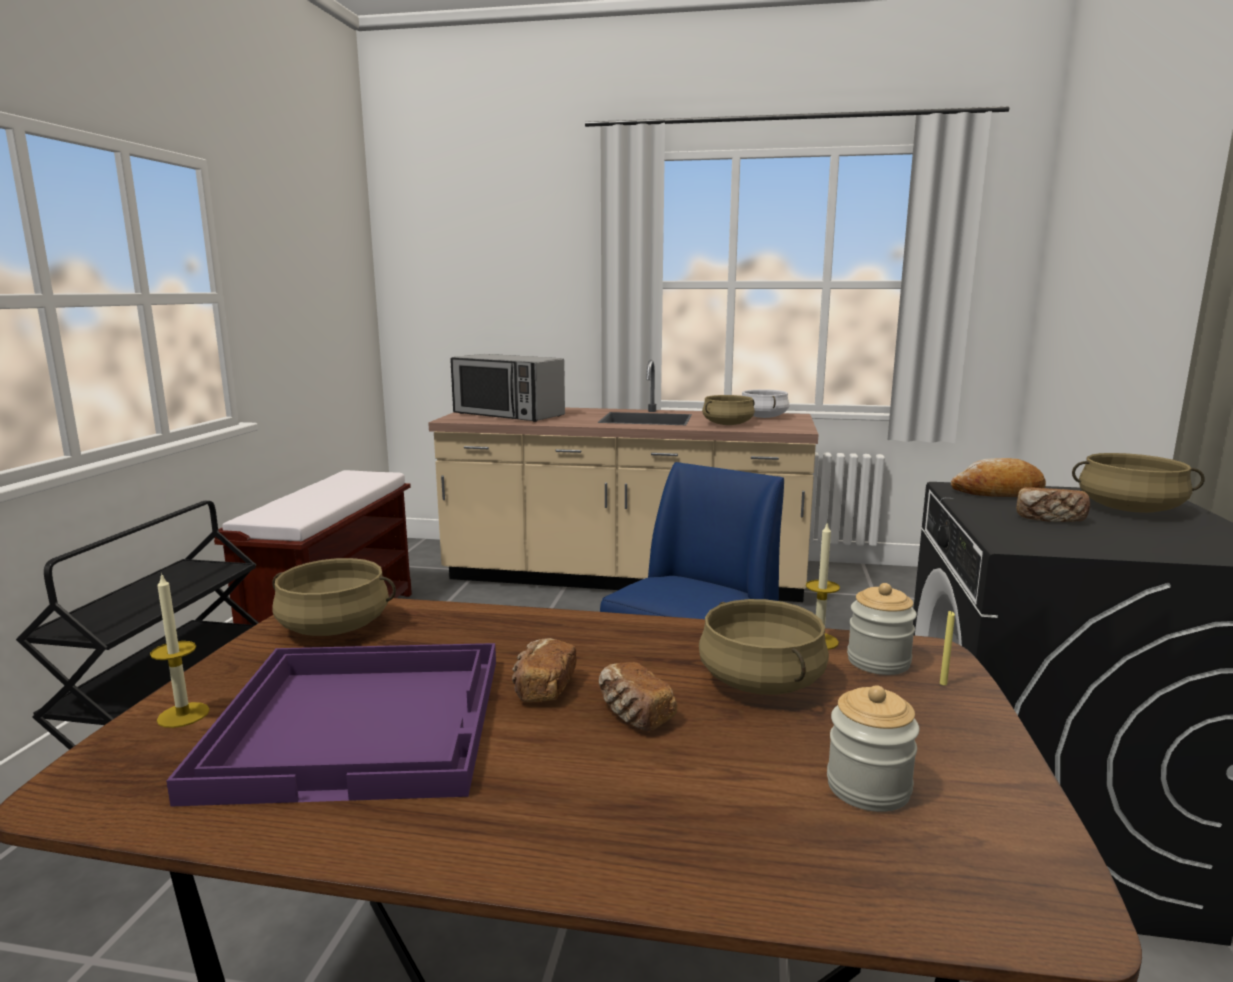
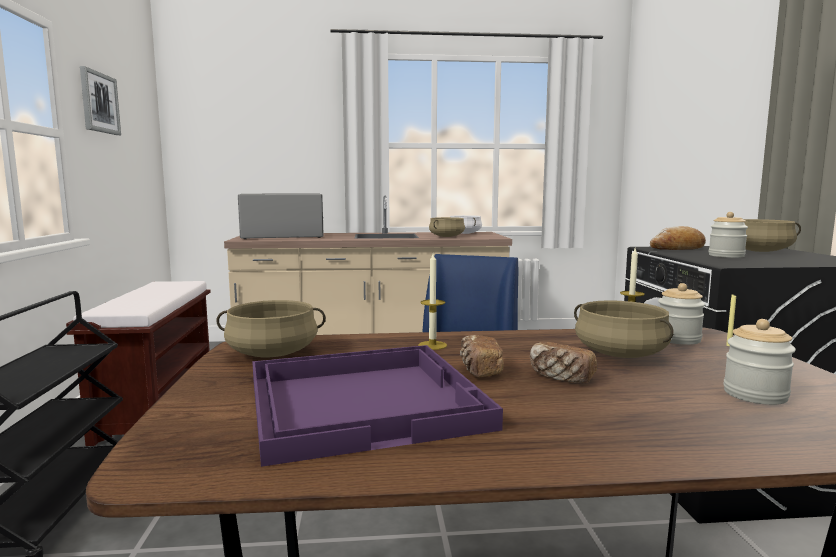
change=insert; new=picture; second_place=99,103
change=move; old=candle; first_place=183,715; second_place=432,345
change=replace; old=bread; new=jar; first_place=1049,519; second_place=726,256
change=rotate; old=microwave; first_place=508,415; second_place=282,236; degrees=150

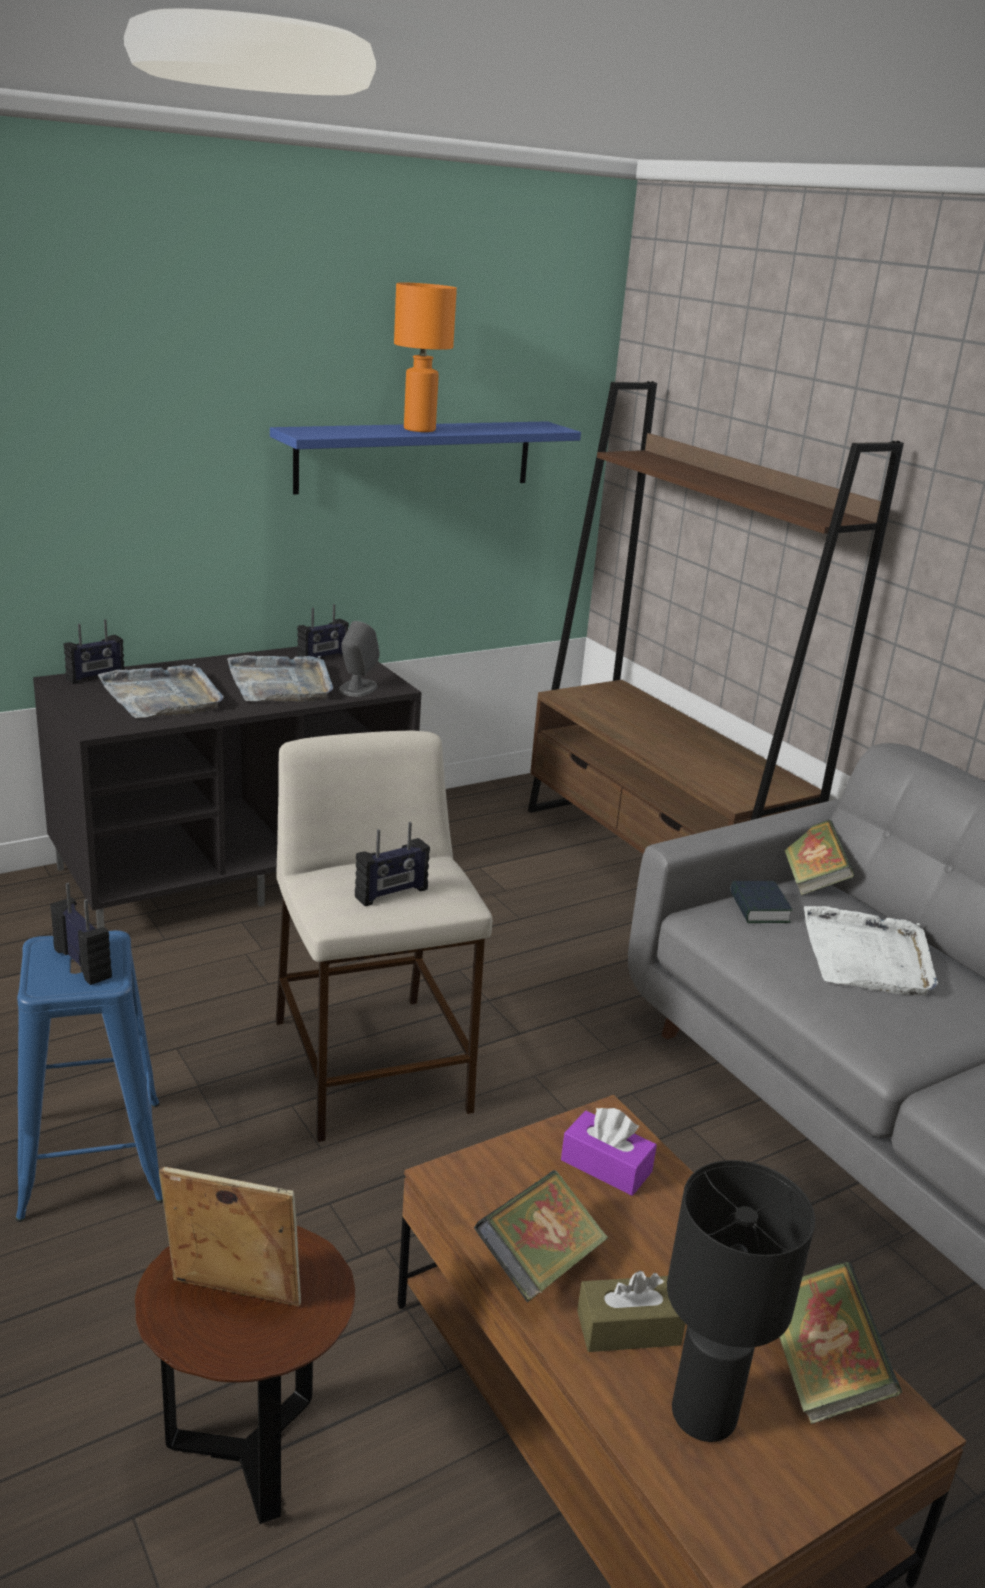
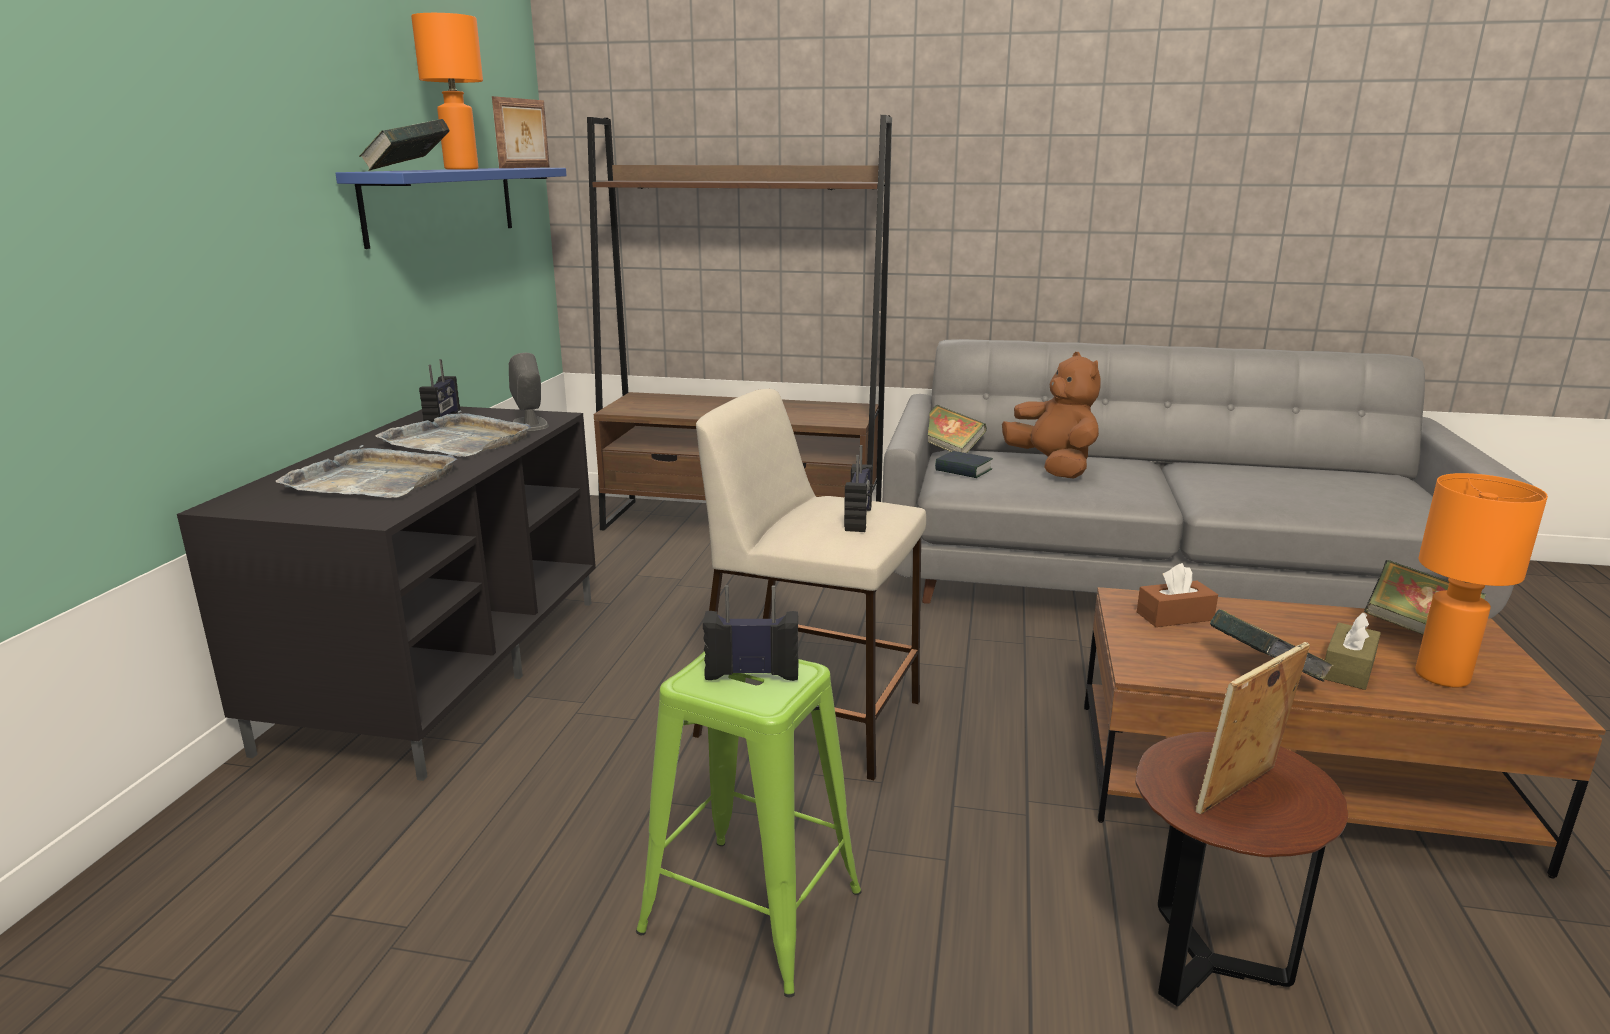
change=delete; old=radio; first_place=96,677
change=insert; new=book; second_place=408,170
change=insert; new=picture frame; second_place=526,167
change=replace; old=tray (white); new=plush toy (brown); first_place=868,956; second_place=1053,467
change=recolor; old=stool (blue); new=stool (green); first_place=91,1159; second_place=753,912
change=recolor; old=tissue box (purple); new=tissue box (brown); first_place=606,1166; second_place=1174,616
change=recolor; old=table lamp (black); new=table lamp (orange); first_place=705,1415; second_place=1442,676

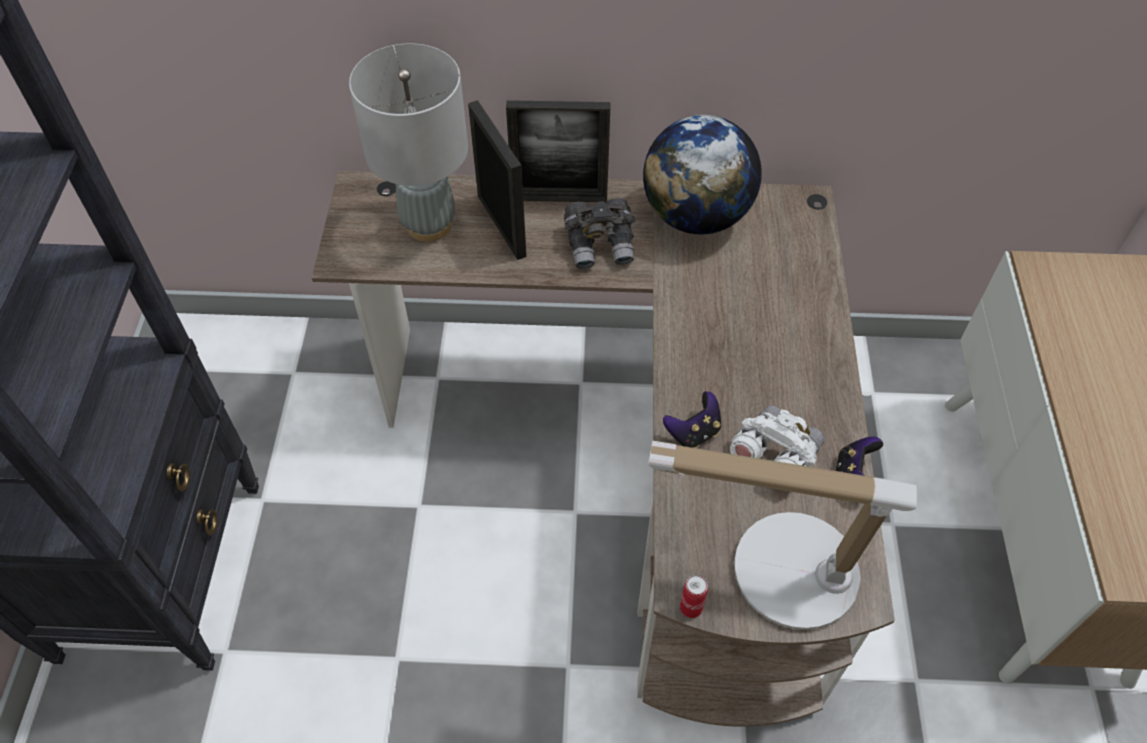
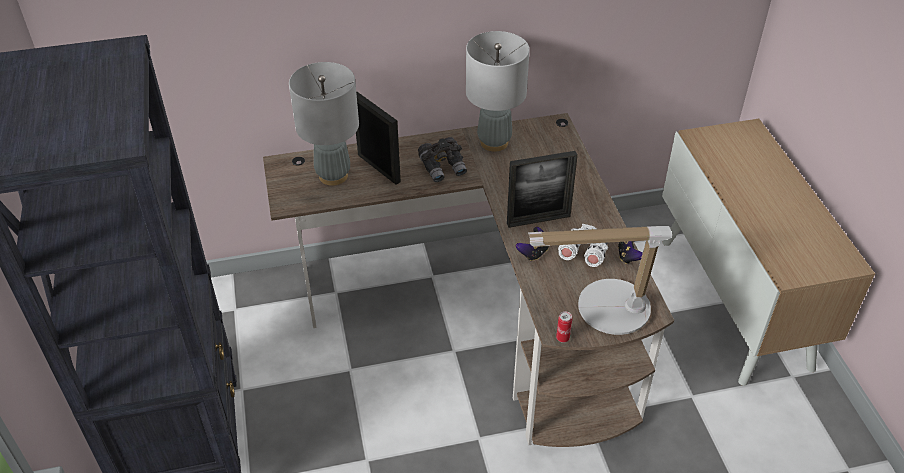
change=move; old=picture frame; first_place=559,198; second_place=538,220
change=replace; old=globe; new=table lamp (grey); first_place=696,216; second_place=494,142

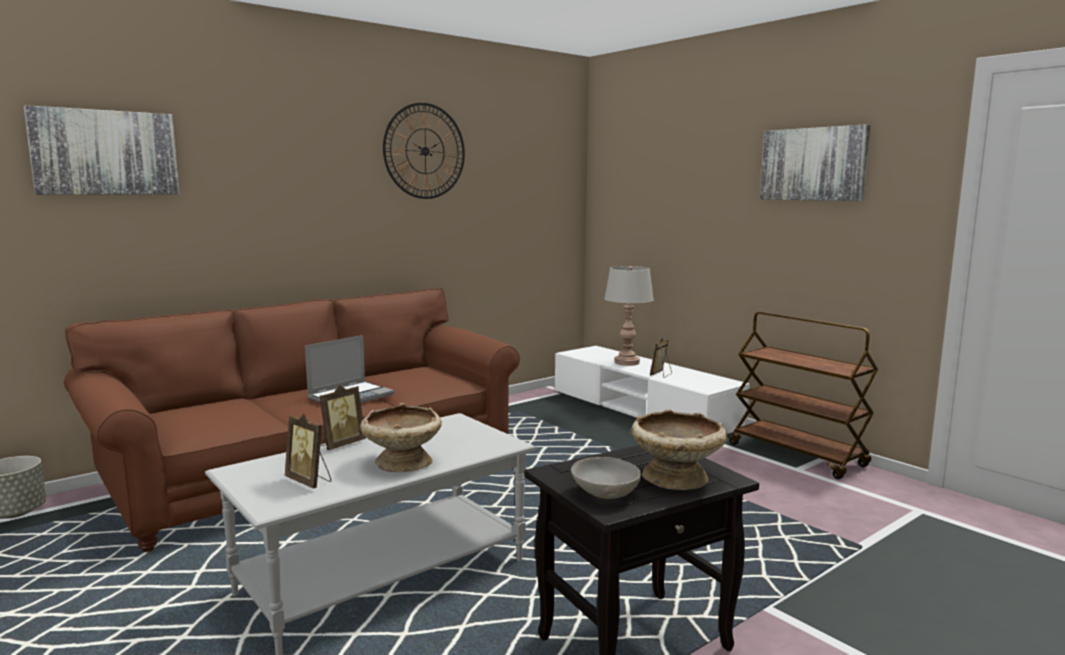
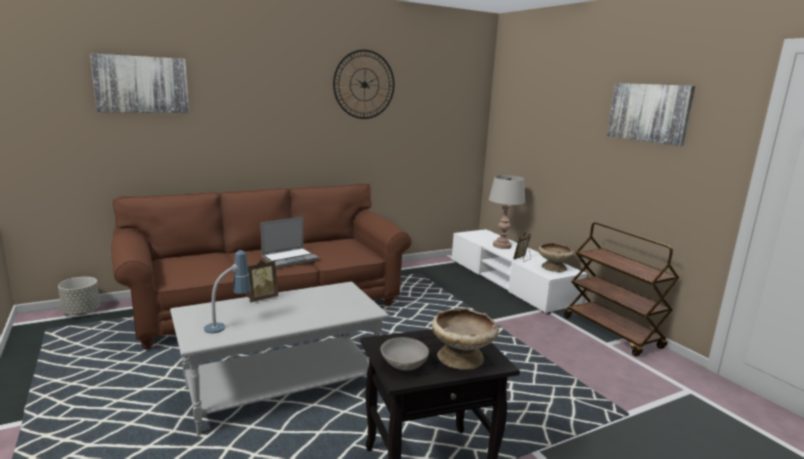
change=move; old=bowl (beige); first_place=402,462; second_place=553,267
change=replace; old=picture frame; new=table lamp; first_place=309,481; second_place=228,325

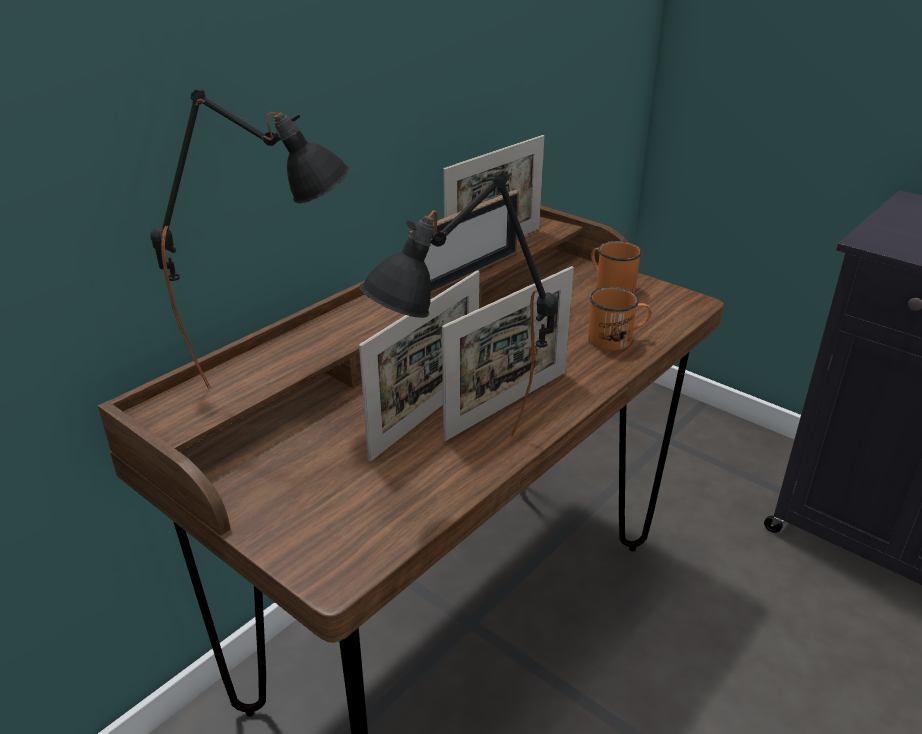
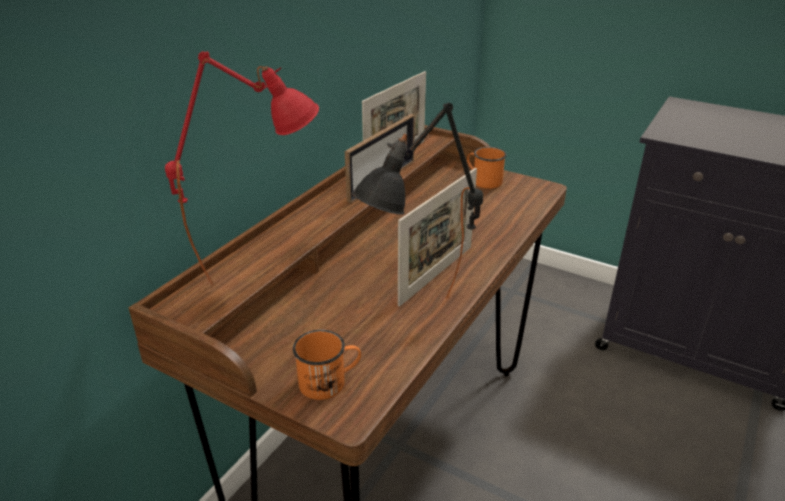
change=delete; old=picture frame; first_place=426,416
change=move; old=mug (orange); first_place=617,339; second_place=329,382
change=recolor; old=table lamp (black); new=table lamp (red); first_place=274,371; second_place=259,266

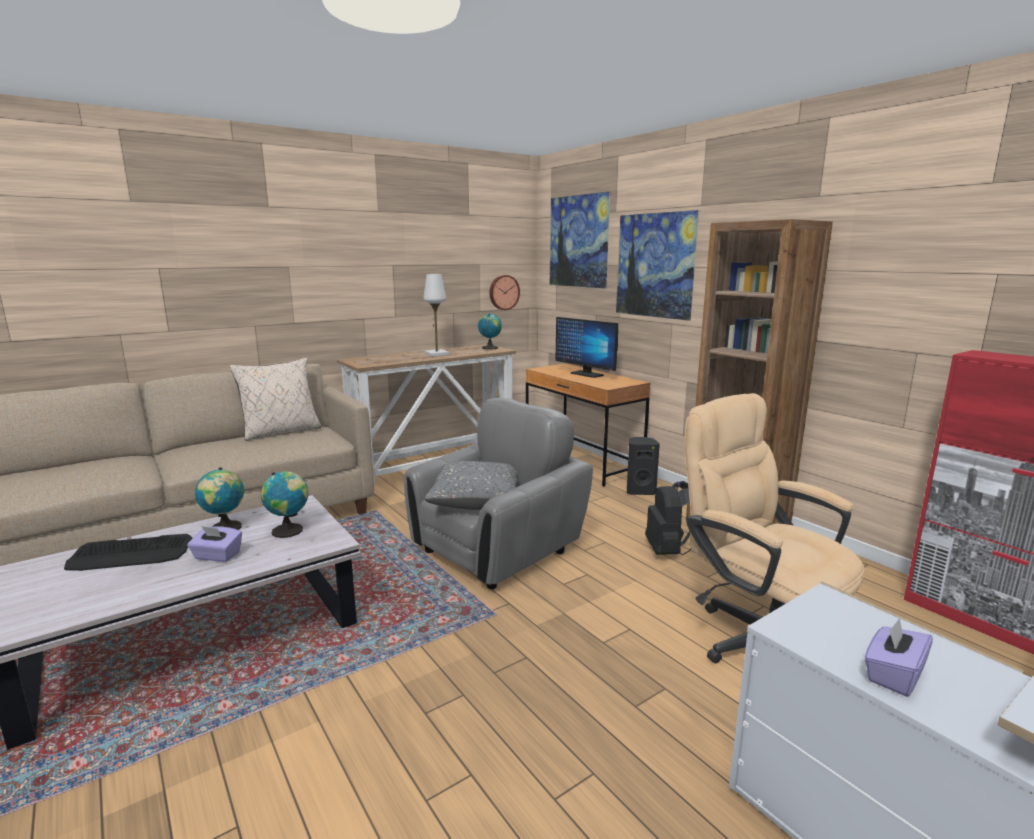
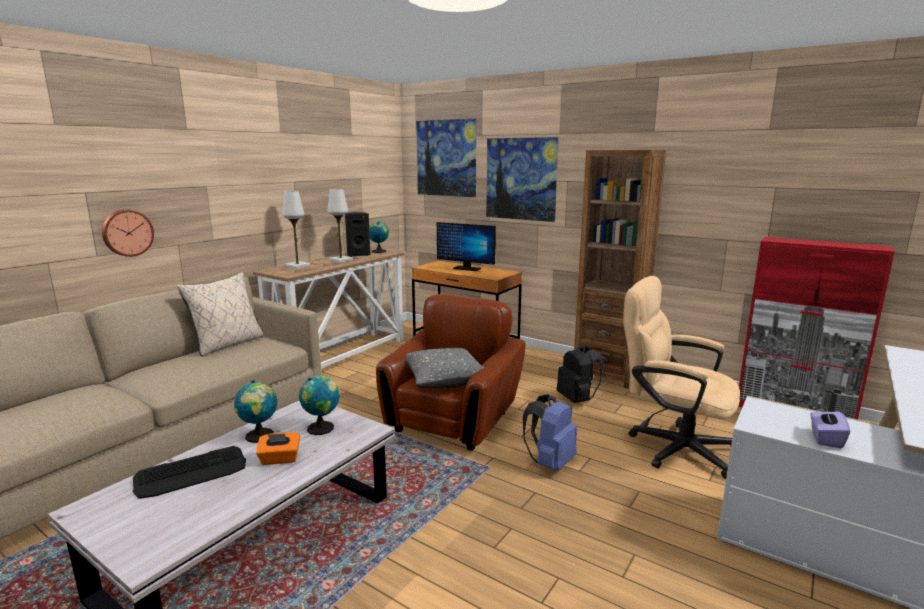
change=insert; new=table lamp (white); second_place=297,266
change=insert; new=backpack (blue); second_place=550,462
change=move; old=wall clock; first_place=503,292; second_place=127,233
change=move; old=speaker (black); first_place=640,491; second_place=358,255
change=recolor; old=tissue box (purple); new=tissue box (orange); first_place=217,556; second_place=280,459
change=recolor; old=armchair (grey); new=armchair (brown); first_place=497,550; second_place=453,420

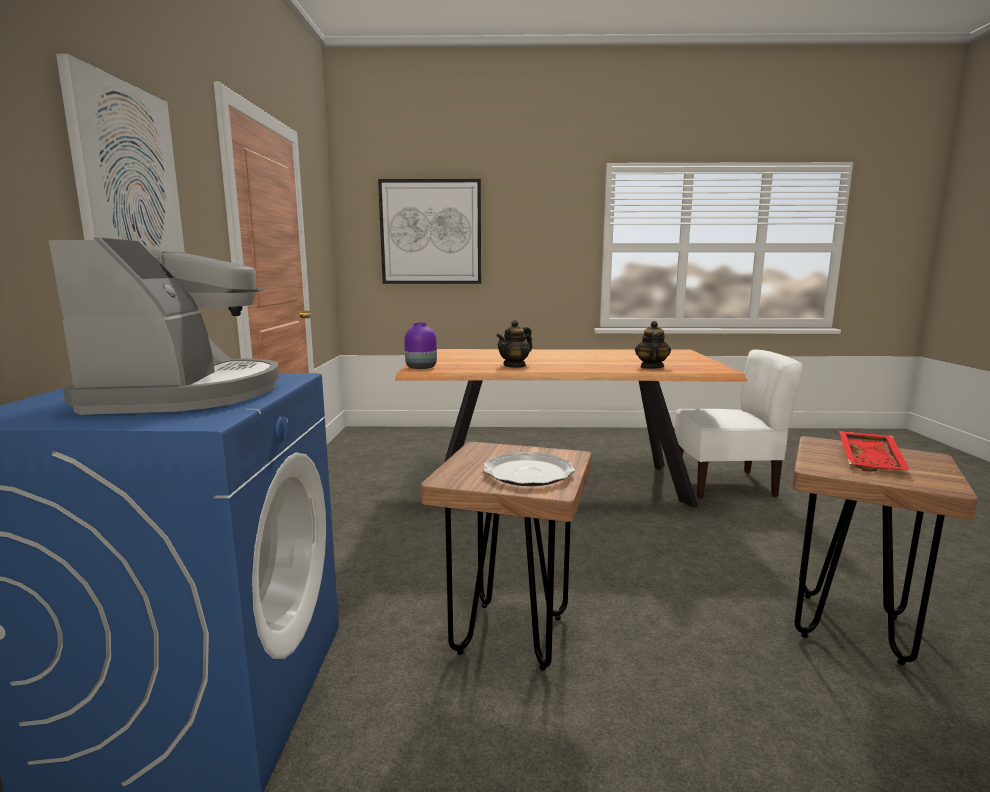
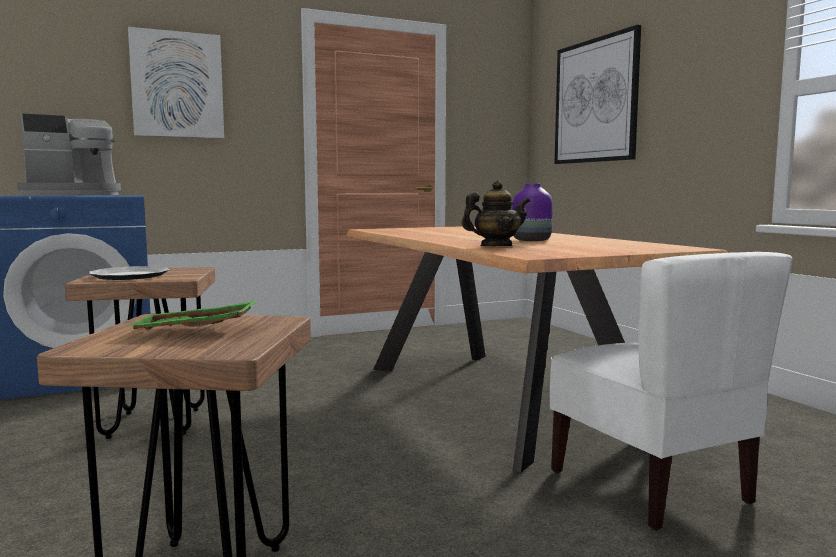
change=delete; old=teapot; first_place=514,365
change=move; old=vase (purple); first_place=420,367; second_place=531,240
change=recolor; old=tray (red); new=tray (green); first_place=872,461; second_place=194,331

